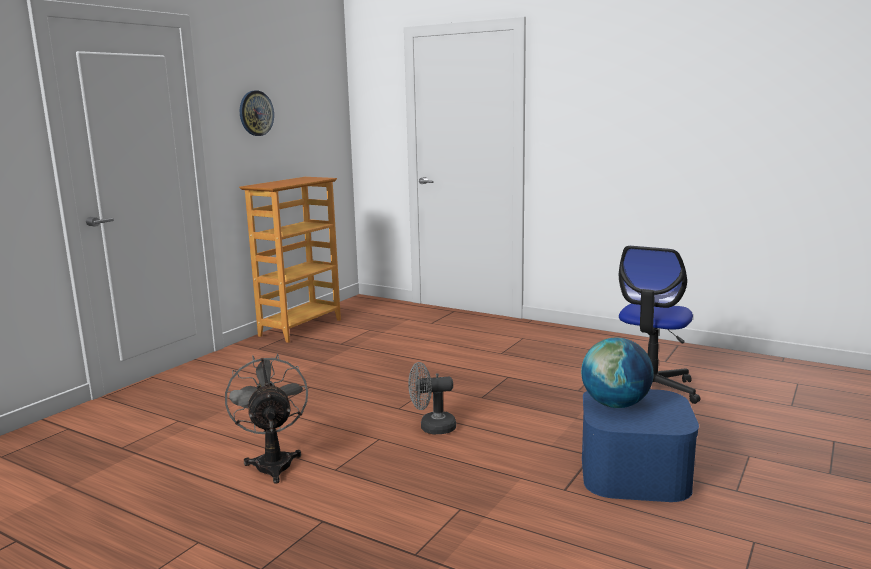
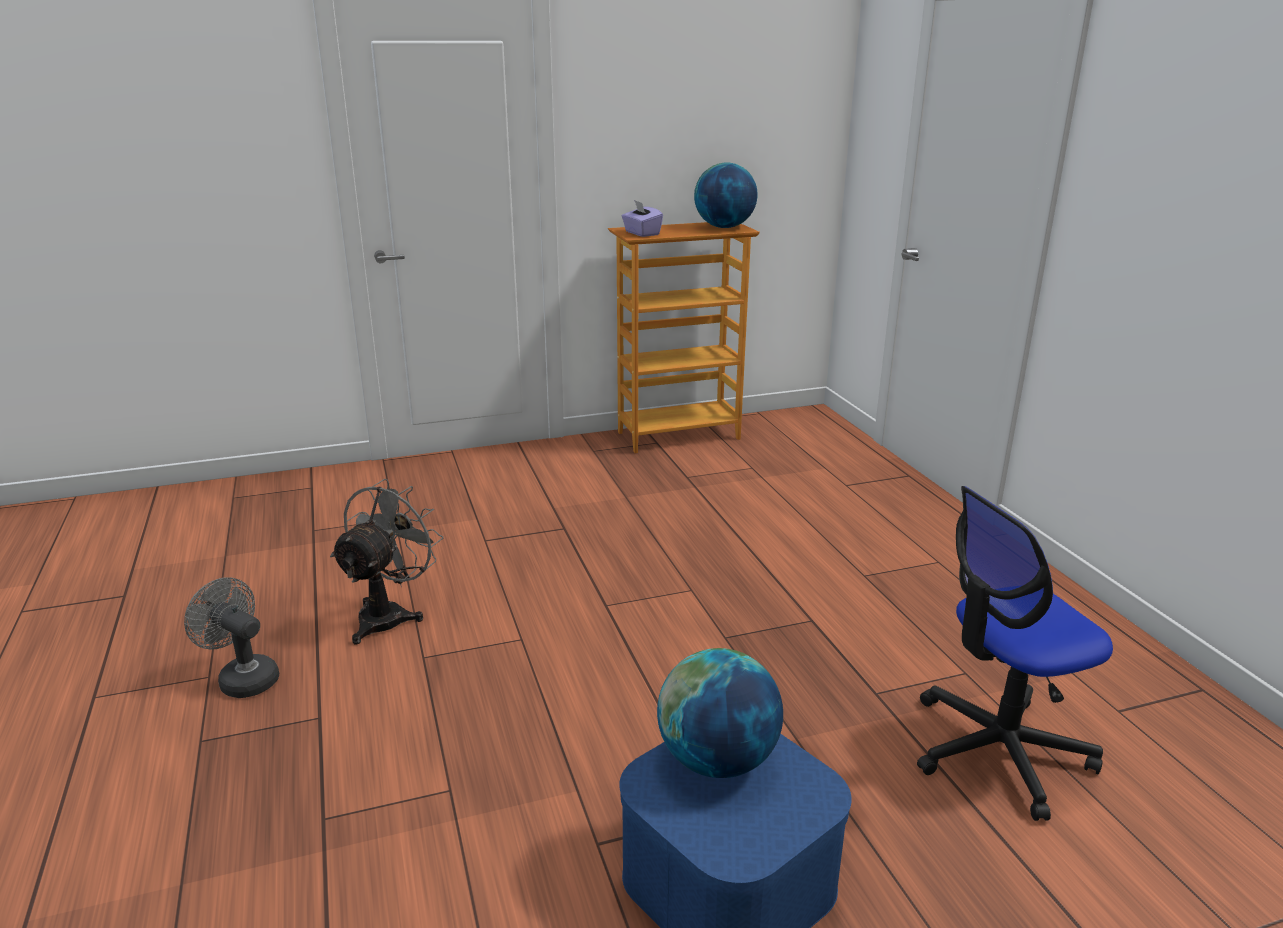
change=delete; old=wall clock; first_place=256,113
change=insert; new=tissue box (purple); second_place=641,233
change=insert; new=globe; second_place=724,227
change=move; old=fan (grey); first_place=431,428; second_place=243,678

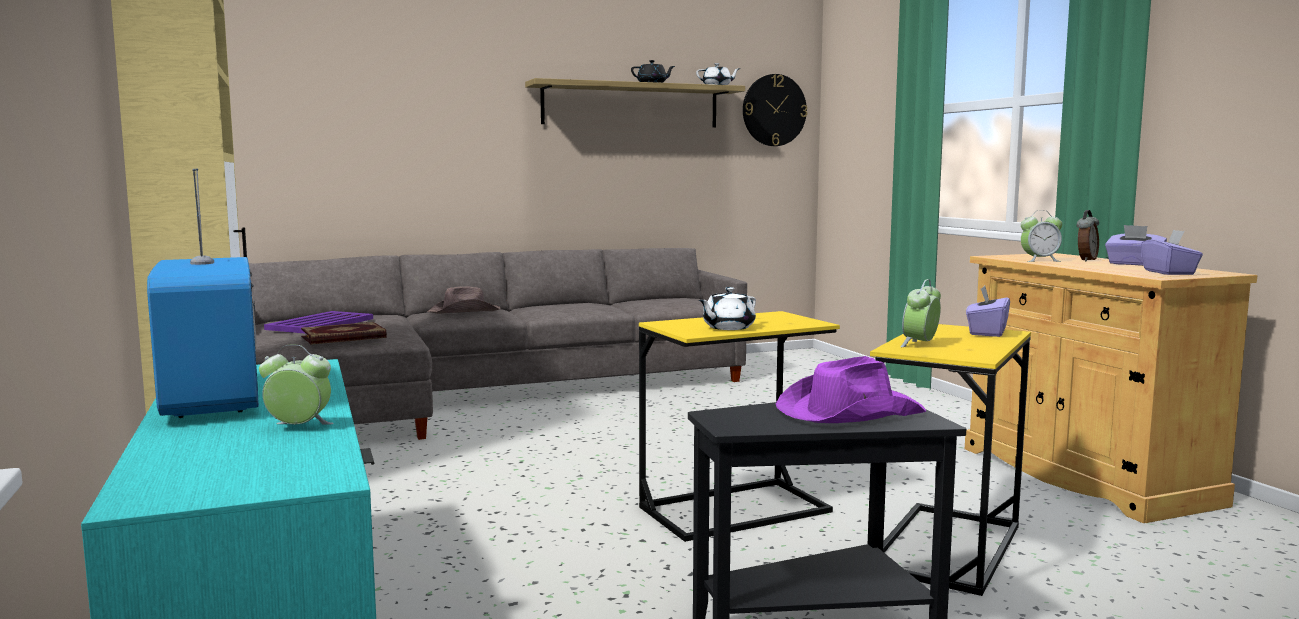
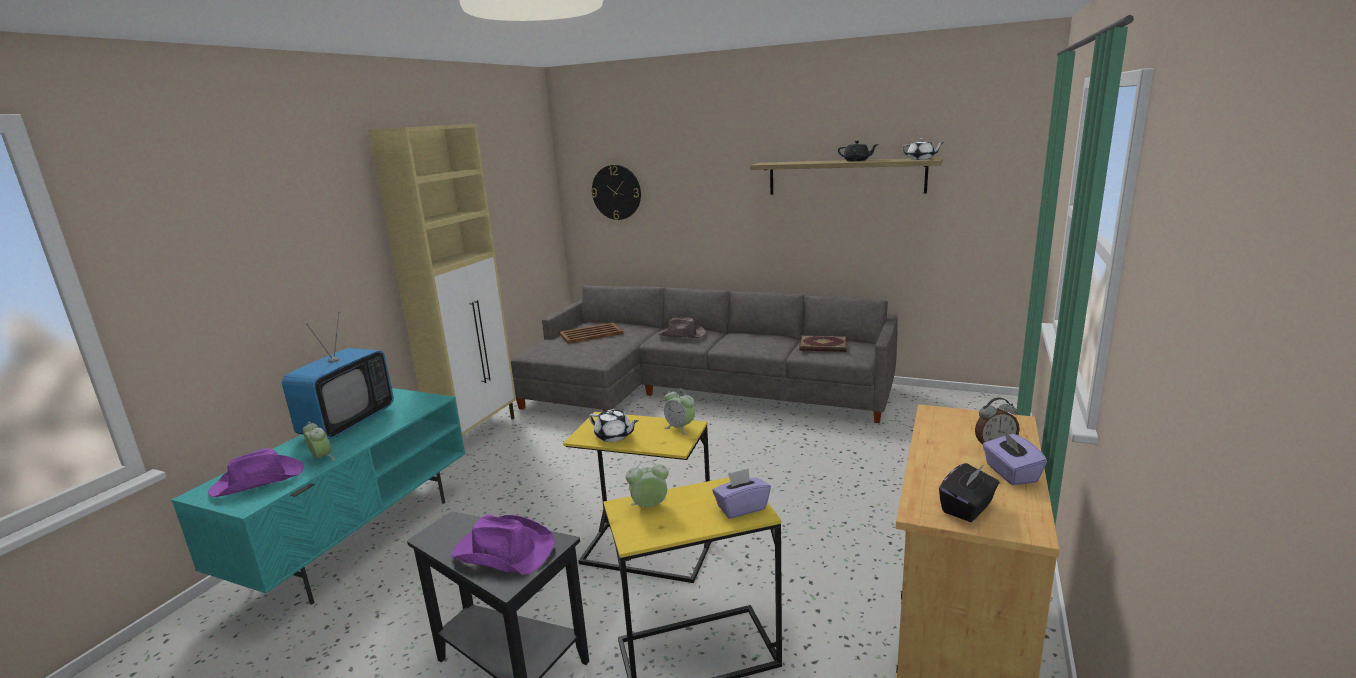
change=insert; new=hat (purple); second_place=259,480
change=move; old=book; first_place=344,337; second_place=823,346
change=move; old=wall clock; first_place=774,110; second_place=616,192
change=move; old=alarm clock; first_place=1039,260; second_place=680,428
change=recolor; old=tray (purple); new=tray (brown); first_place=321,324; second_place=592,334
change=recolor; old=tissue box (purple); new=tissue box (black); first_place=1169,272; second_place=967,508
change=rotate; old=teapot (white); first_place=727,328; second_place=614,436; degrees=-150

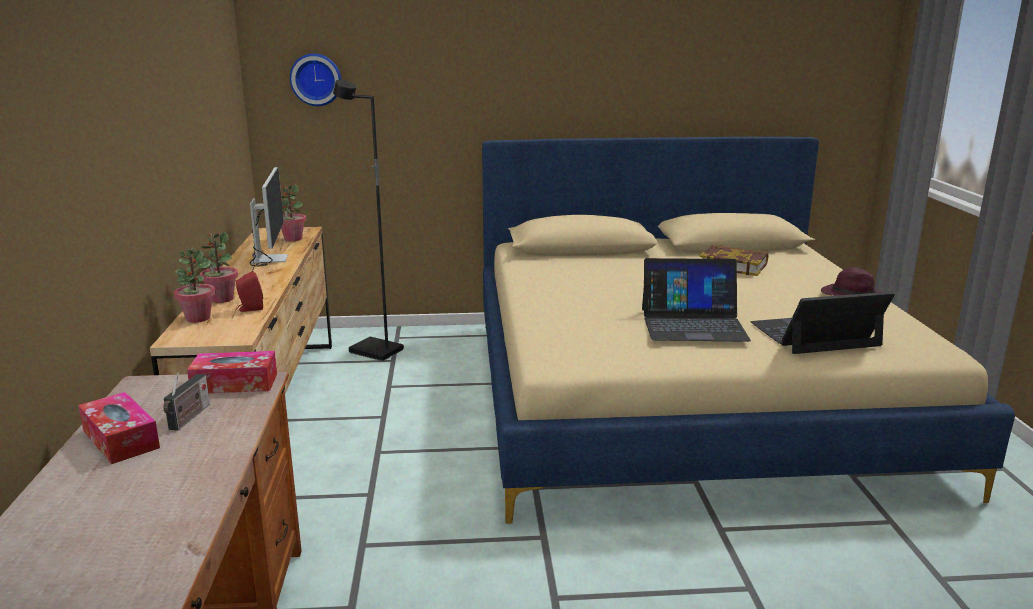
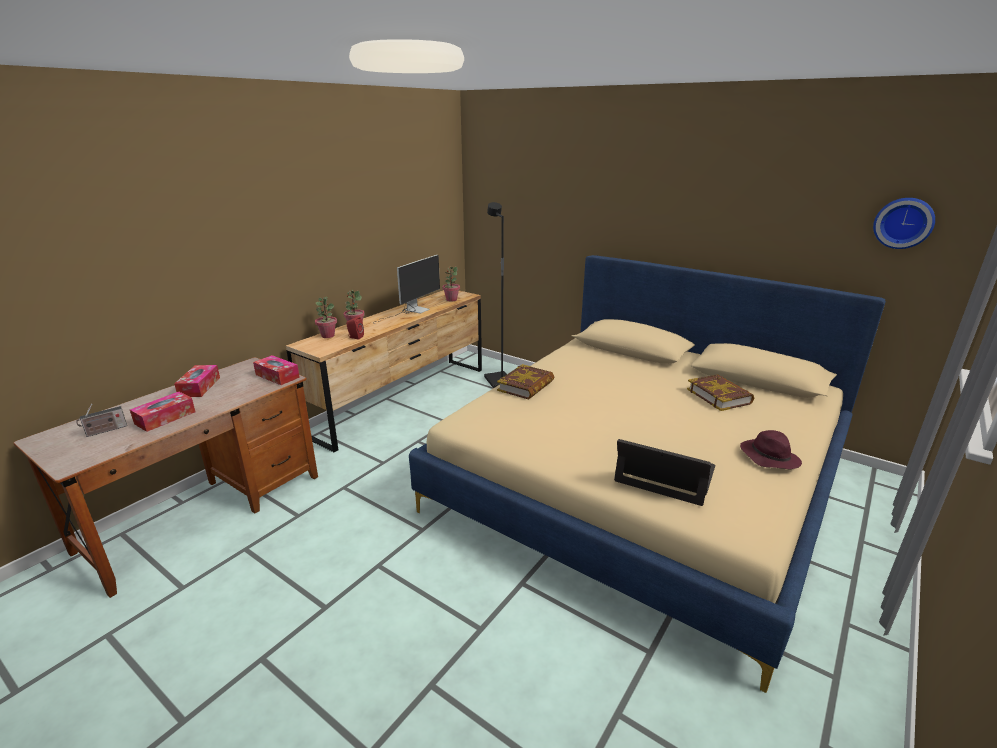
change=delete; old=laptop; first_place=693,324
change=insert; new=tissue box; second_place=165,418
change=insert; new=book; second_place=526,386
change=move; old=radio; first_place=189,418; second_place=105,431
change=move; old=wall clock; first_place=316,79; second_place=903,223

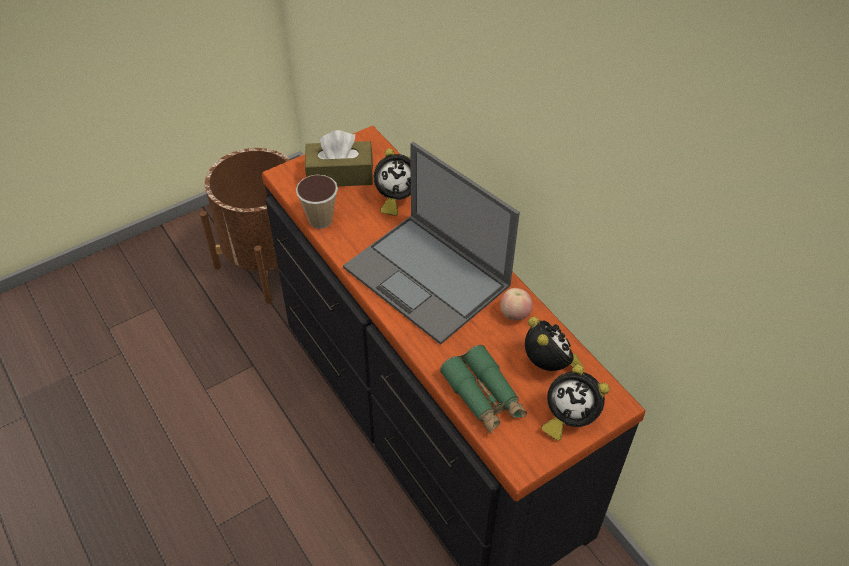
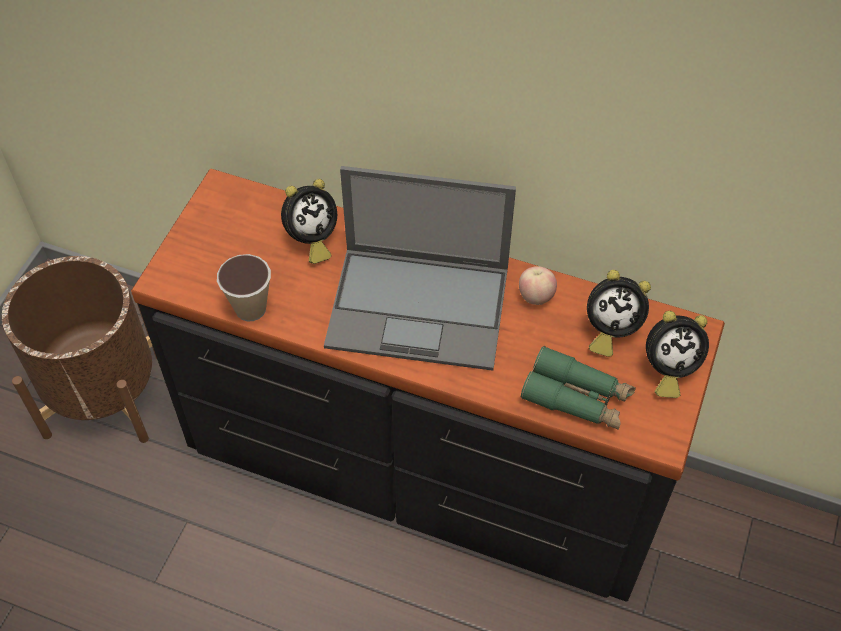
change=delete; old=tissue box (brown); first_place=340,174
change=rotate; old=alarm clock; first_place=549,366; second_place=609,330; degrees=150

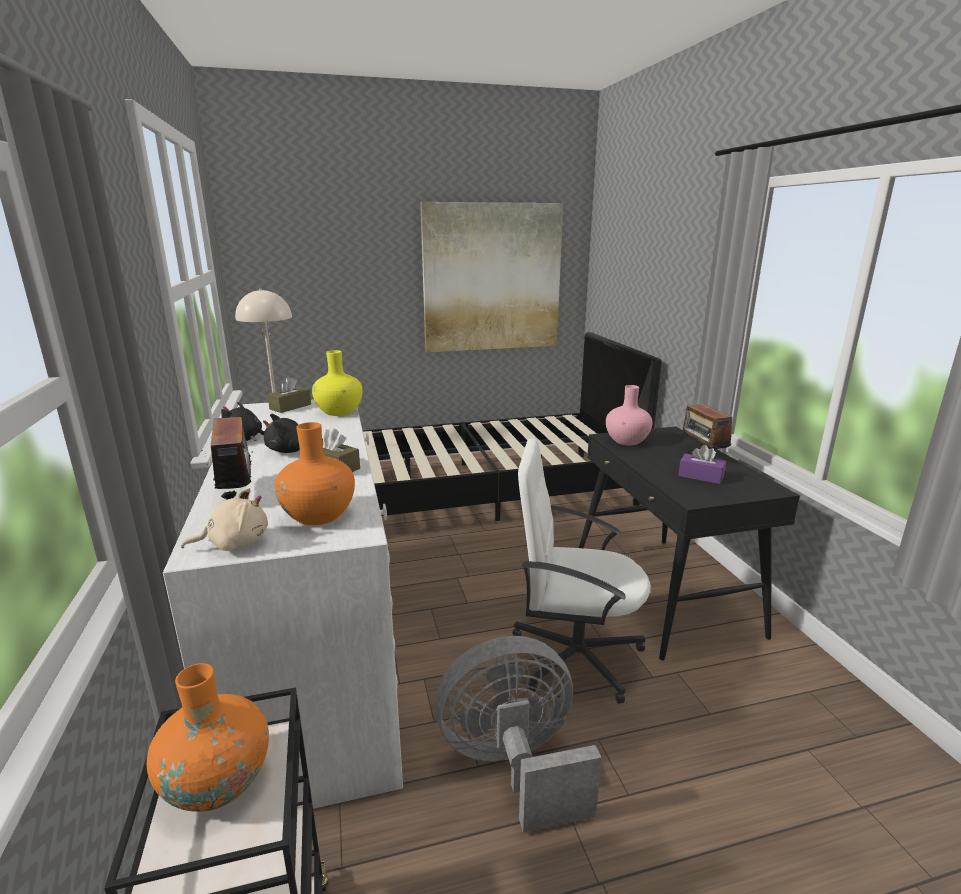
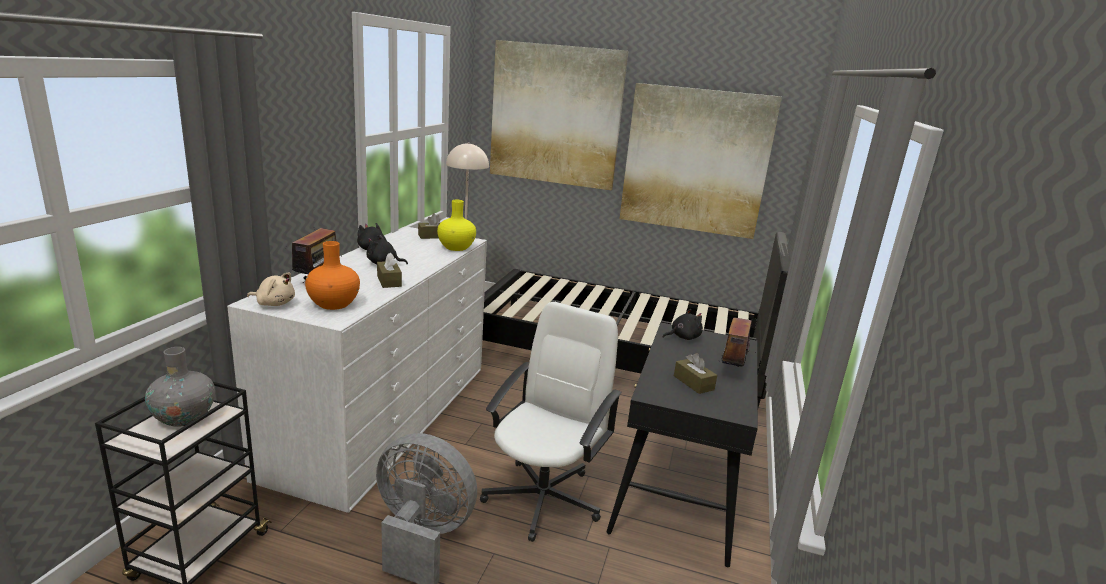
change=insert; new=picture; second_place=555,115
change=replace; old=vase (pink); new=plush toy (black); first_place=626,441; second_place=683,337
change=recolor; old=vase (orange); new=vase (grey); first_place=218,782; second_place=184,417
change=recolor; old=tissue box (purple); new=tissue box (brown); first_place=701,476; second_place=693,383
change=rotate; old=office chair (white); first_place=574,655; second_place=544,498; degrees=75

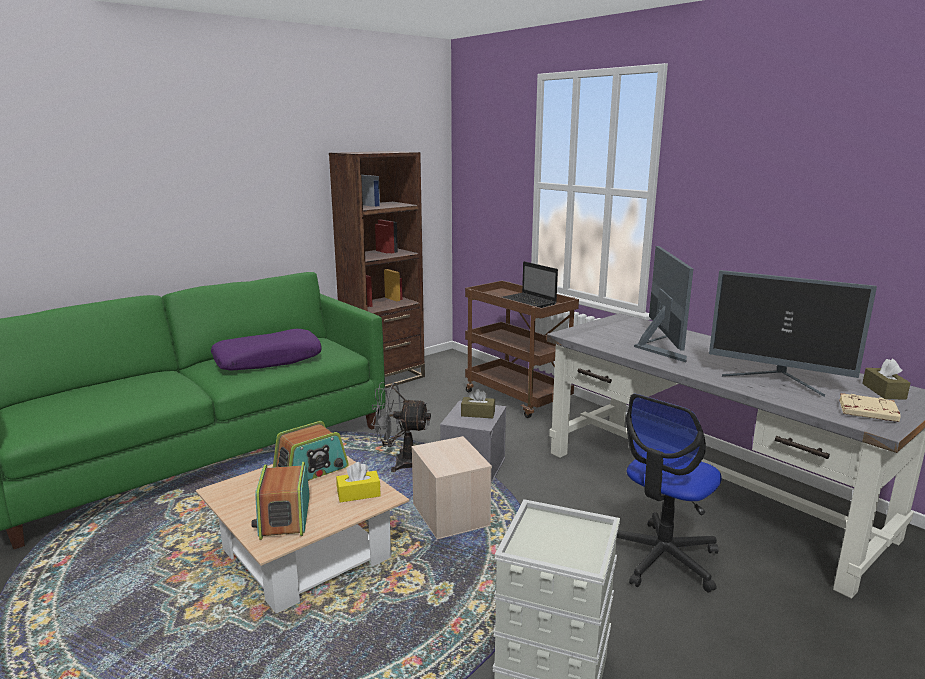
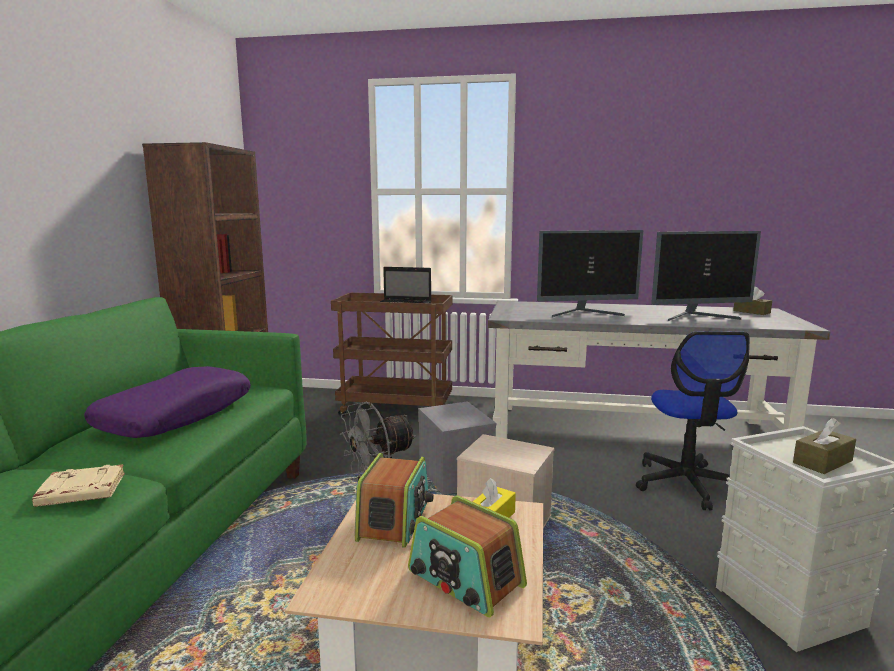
change=move; old=tissue box (brown); first_place=478,414; second_place=822,462
change=move; old=book (beige); first_place=867,412; second_place=80,492
change=rotate; old=monitor; first_place=659,347; second_place=585,313; degrees=120

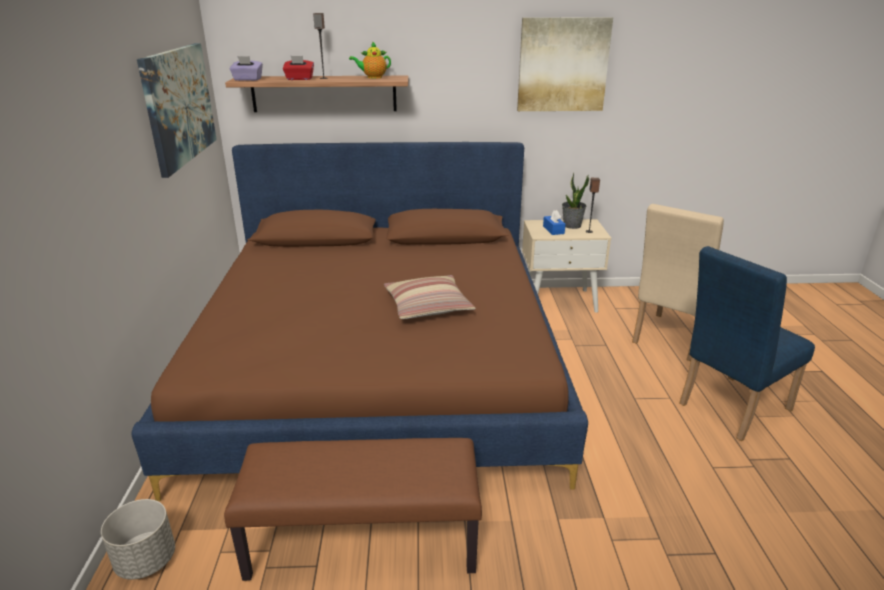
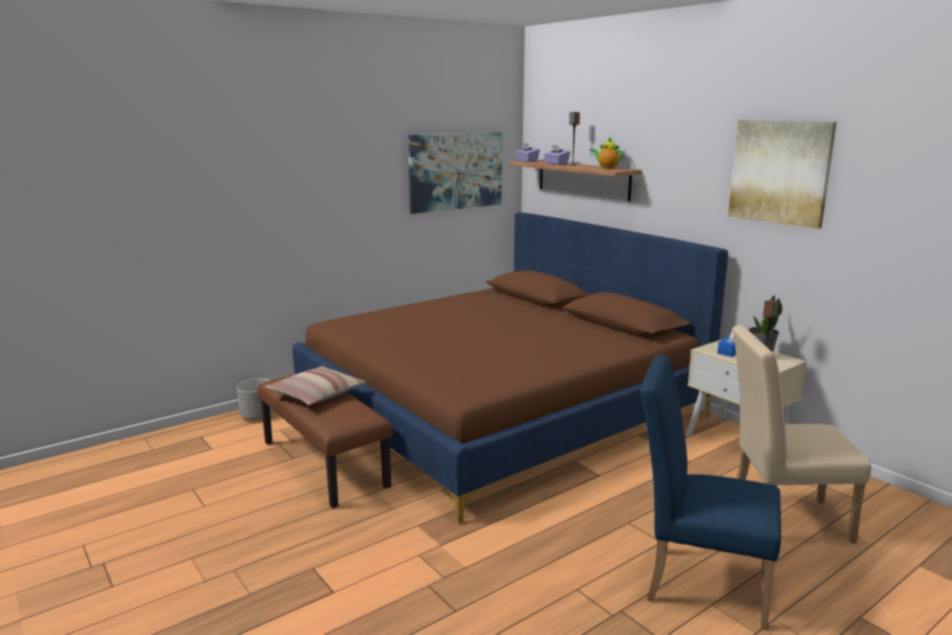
change=move; old=pillow; first_place=428,306; second_place=317,394
change=recolor; old=tissue box (red); new=tissue box (purple); first_place=299,79; second_place=556,164

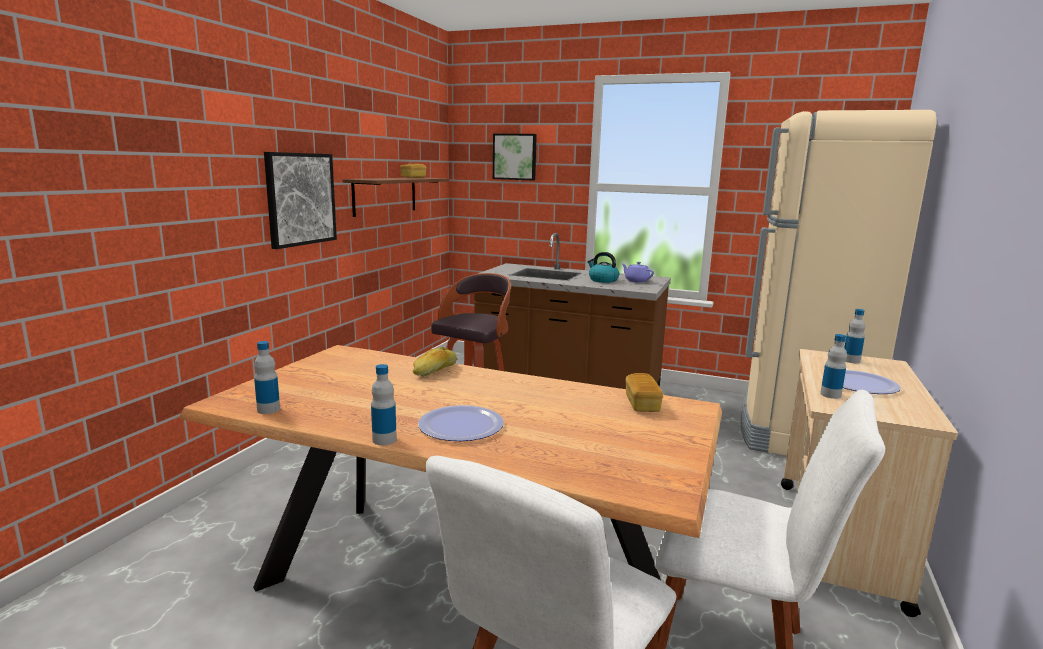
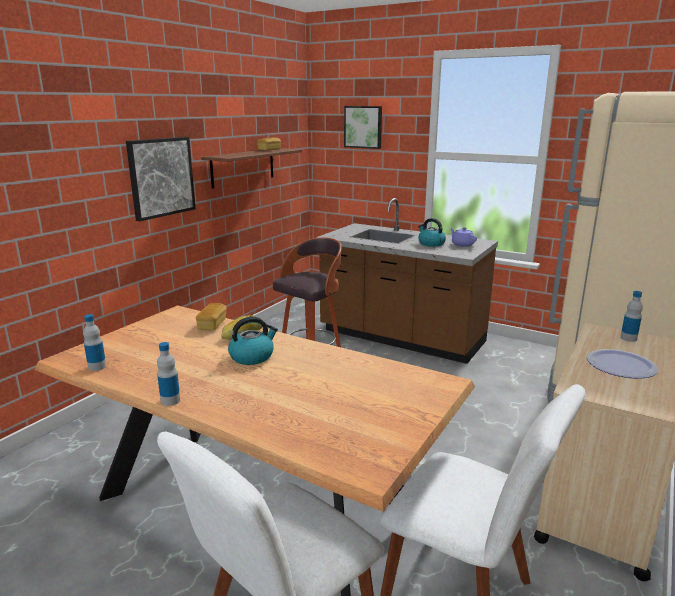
change=delete; old=plate; first_place=460,425
change=delete; old=bottle; first_place=830,395
change=insert; new=kettle; second_place=252,356
change=move; old=bread; first_place=642,404; second_place=212,325

